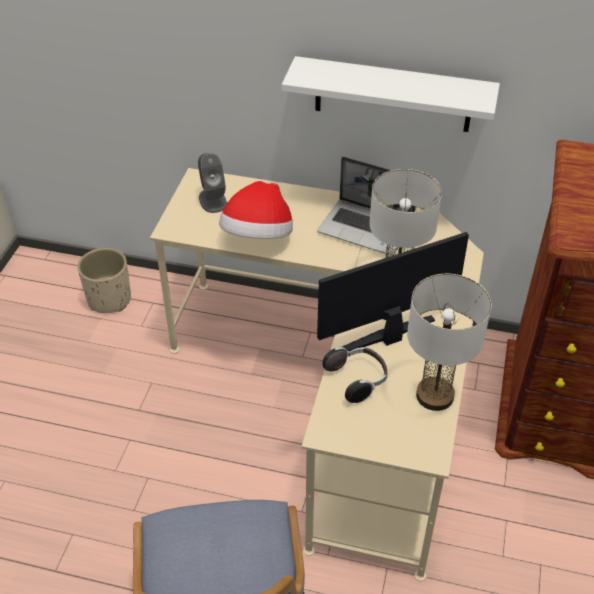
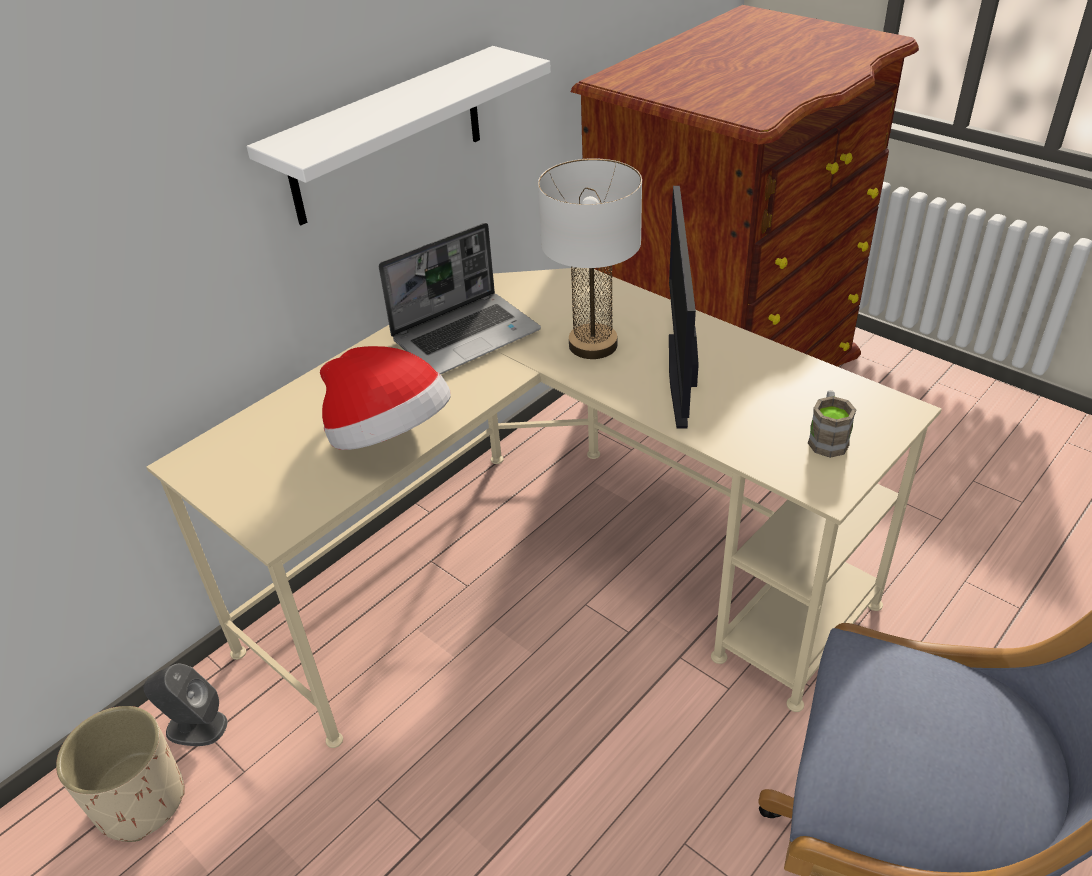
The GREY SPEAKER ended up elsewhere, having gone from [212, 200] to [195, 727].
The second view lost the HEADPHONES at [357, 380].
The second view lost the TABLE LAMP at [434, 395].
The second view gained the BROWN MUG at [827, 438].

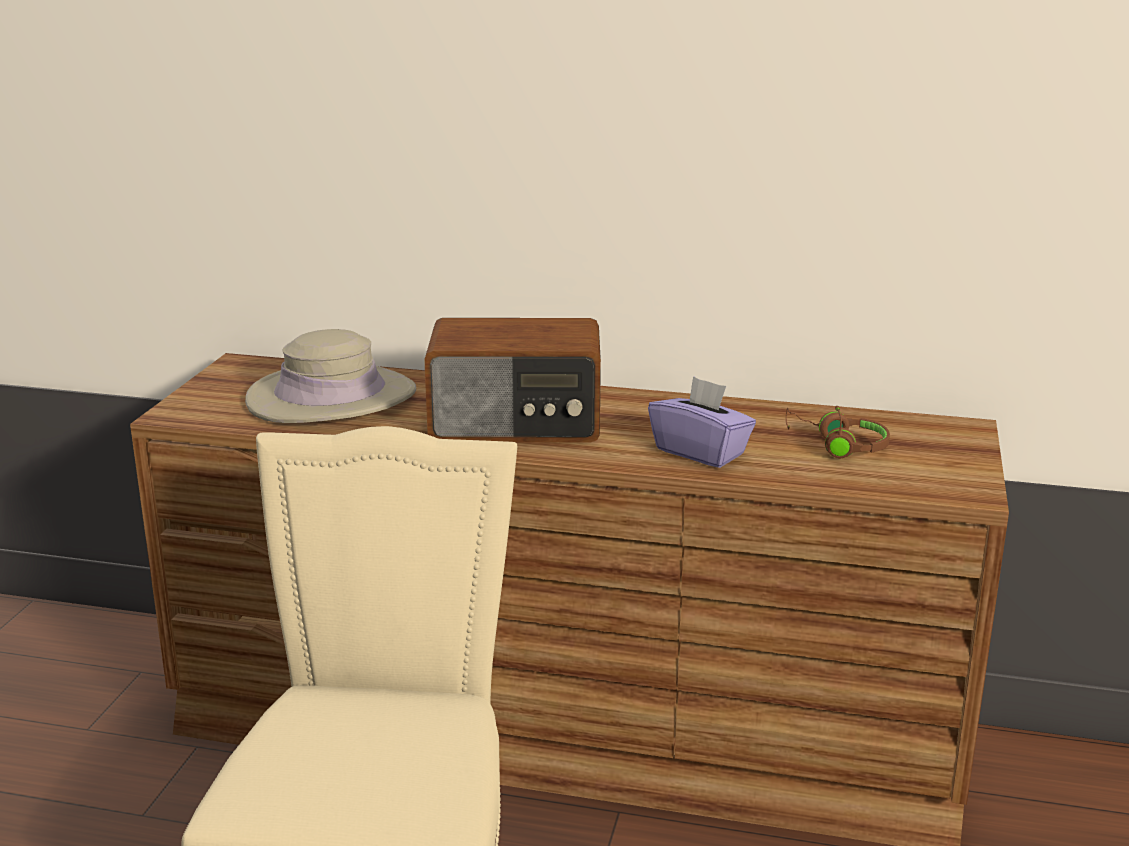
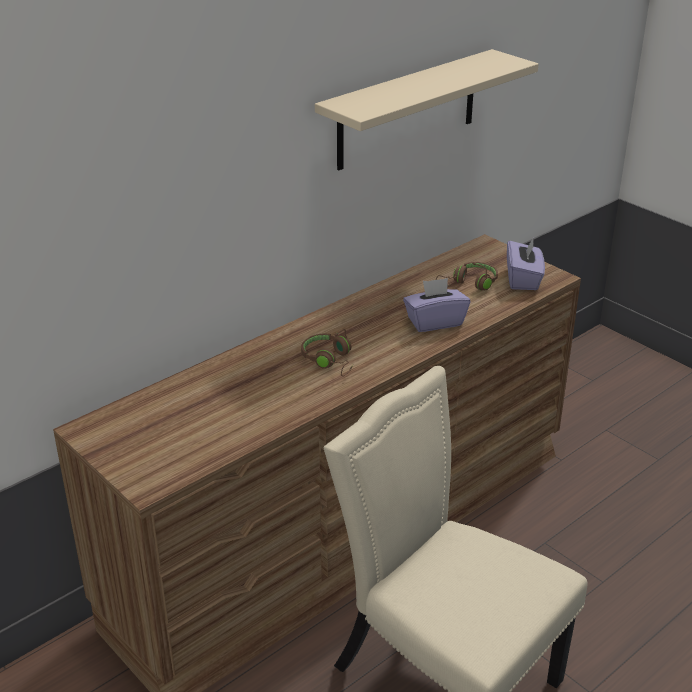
The second view lost the BEIGE HAT at [331, 397].
Where the RADIO stood at [516, 423], the BROWN HEADPHONES came to stand at [330, 361].
The second view gained the BEIGE SHELF at [407, 110].
The second view gained the PURPLE TISSUE BOX at [523, 279].

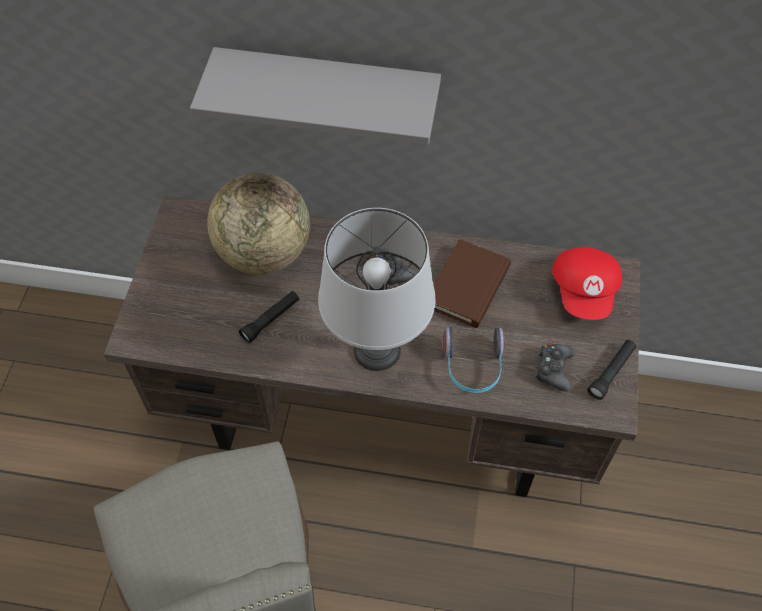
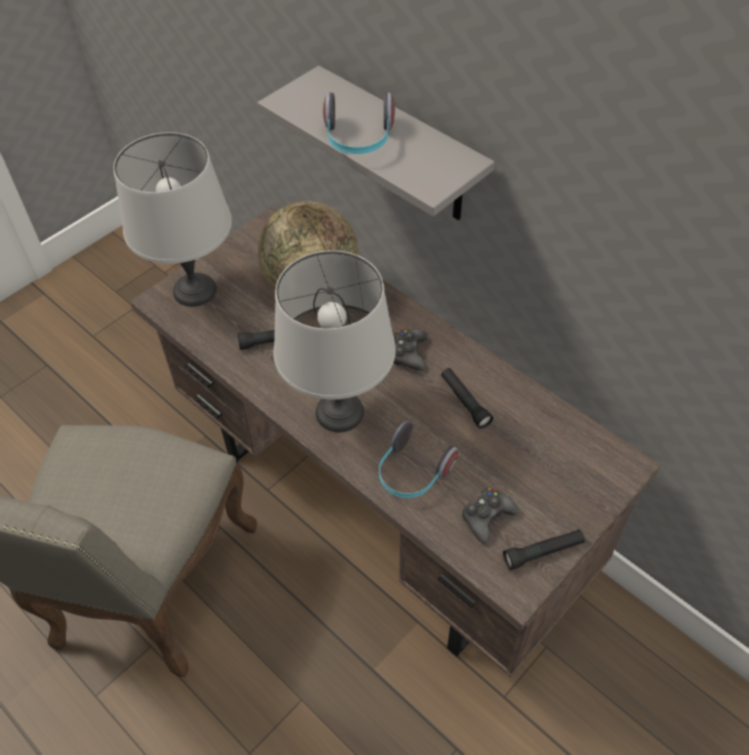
Where the BROWN BOOK stood at [468, 286], the BLACK FLASHLIGHT came to stand at [465, 402].
The second view lost the RED CAP at [584, 291].
The second view gained the GREY TABLE LAMP at [196, 290].
The second view gained the HEADPHONES at [358, 140].

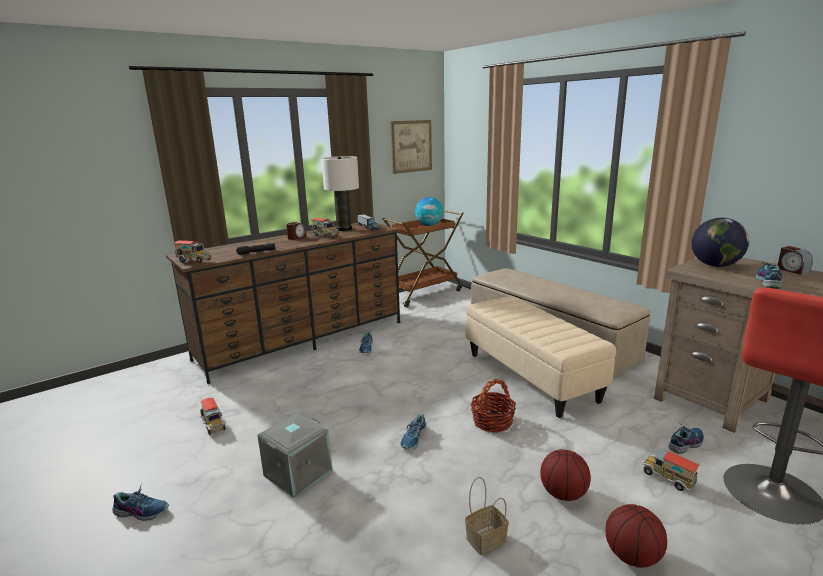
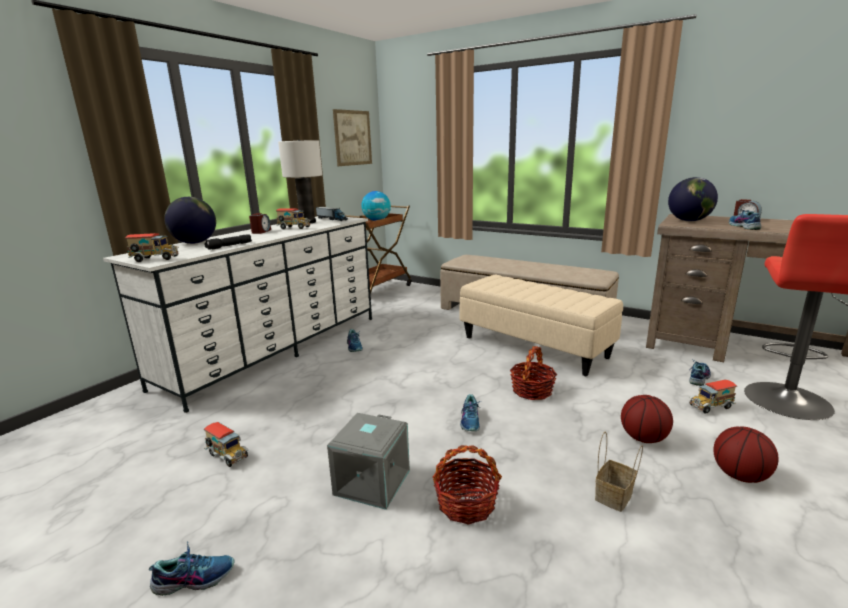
What was the BROWN DRESSER at [303, 340] turned into the WHITE DRESSER at [275, 349].
The TOY TRUCK at [668, 479] ended up facing another way, 45 degrees counterclockwise from before.
The second view gained the GLOBE at [195, 243].
The second view gained the BASKET at [466, 503].

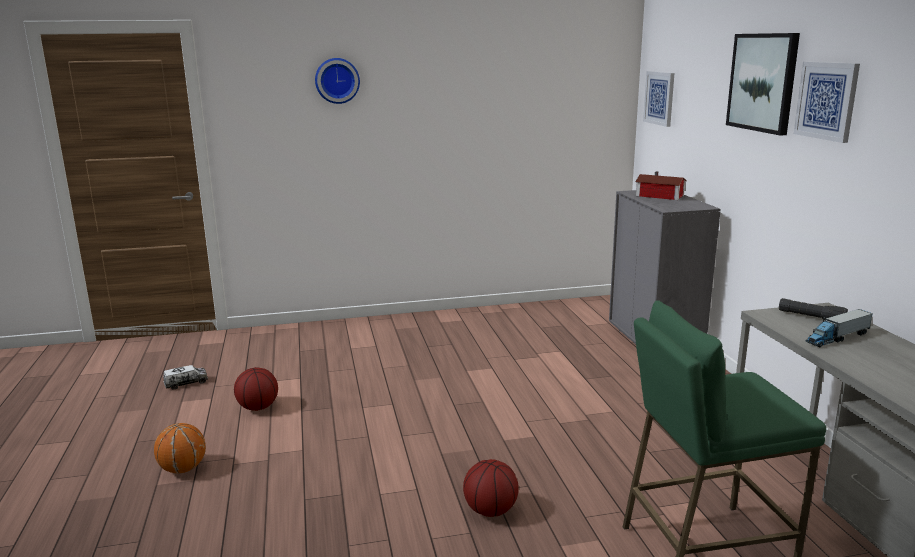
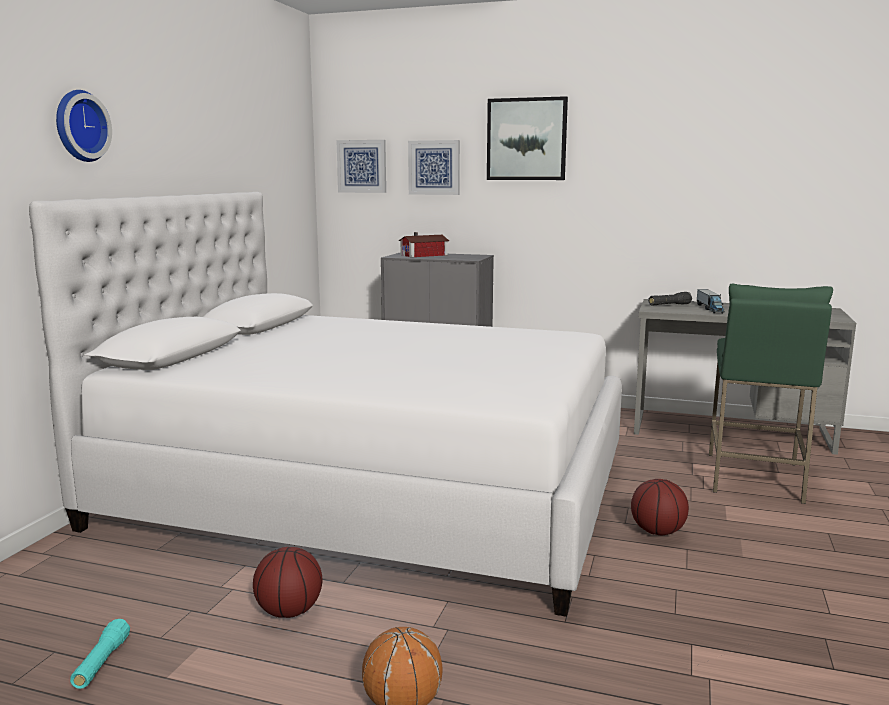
Where the TOY TRUCK stood at [186, 383], the TURQUOISE FLASHLIGHT came to stand at [101, 663].
The PICTURE ended up elsewhere, having gone from [827, 100] to [434, 167].
The second view gained the WHITE BED at [372, 489].

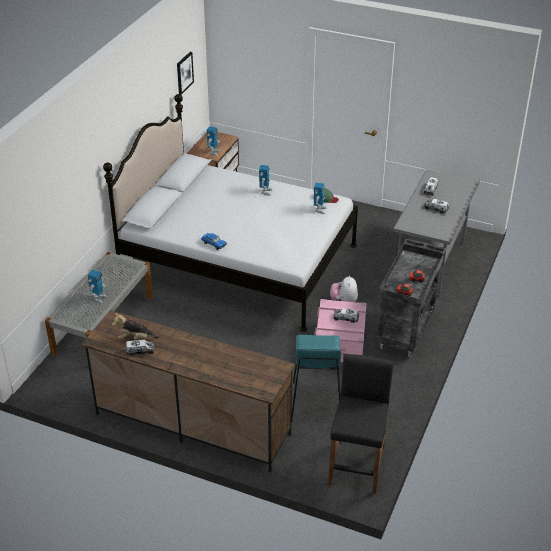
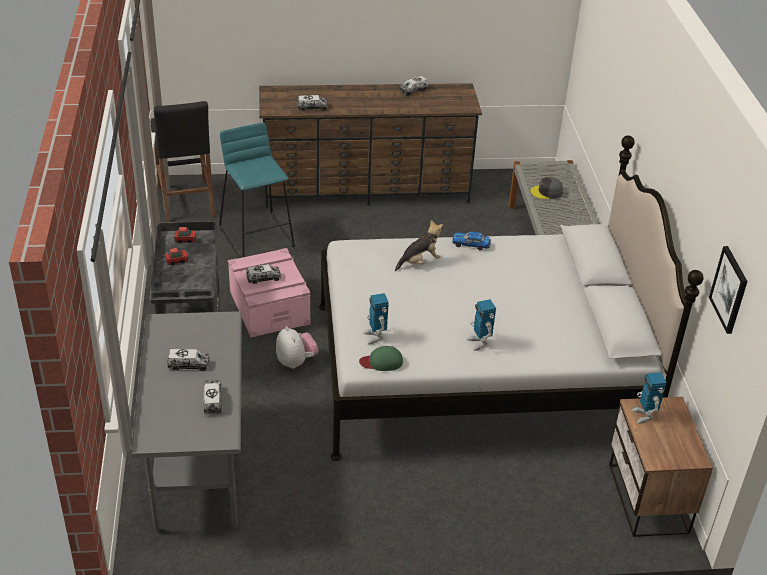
Where the TOY ROBOT stood at [99, 298], the GREY CAP came to stand at [546, 192].
The PLUSH TOY ended up elsewhere, having gone from [135, 338] to [419, 262].
The second view gained the TOY TRUCK at [312, 108].

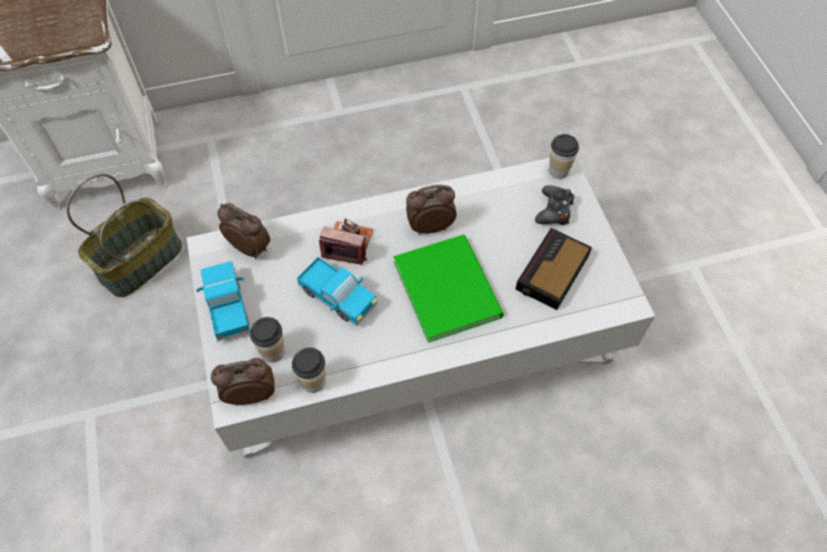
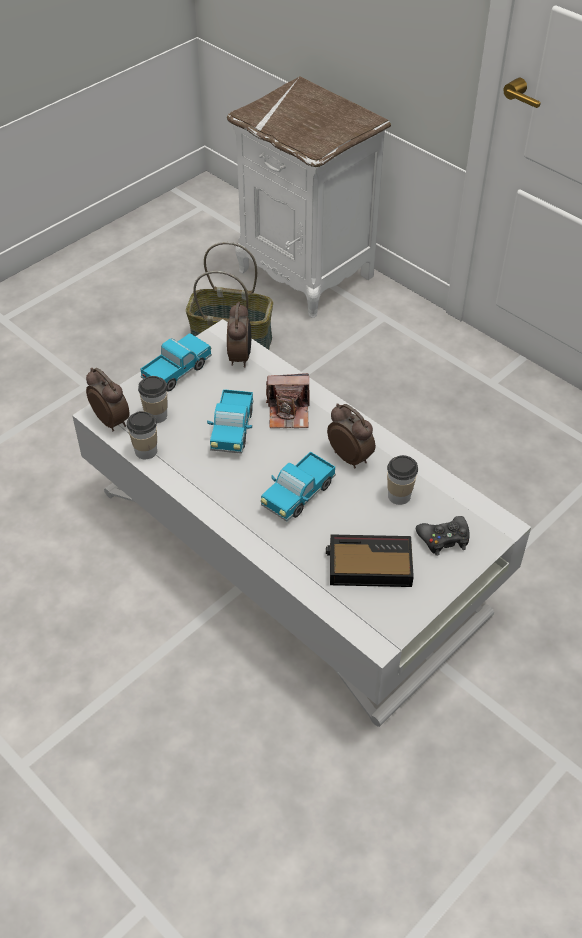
The PHOTO CAMERA at [348, 244] ended up facing another way, 105 degrees clockwise from before.
Where the GREEN BOOK stood at [448, 285], the TOY TRUCK came to stand at [298, 496].
The CUP ended up elsewhere, having gone from [558, 170] to [399, 496].

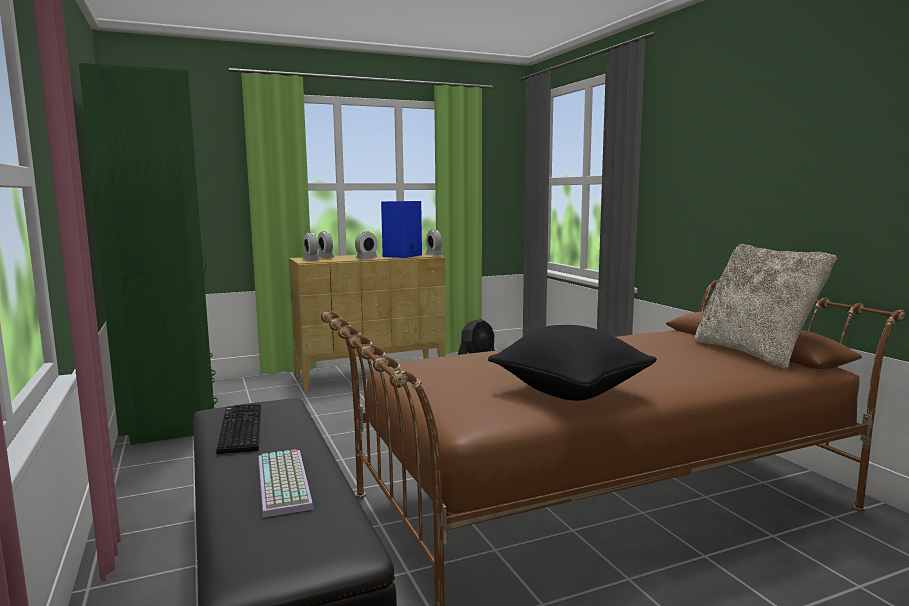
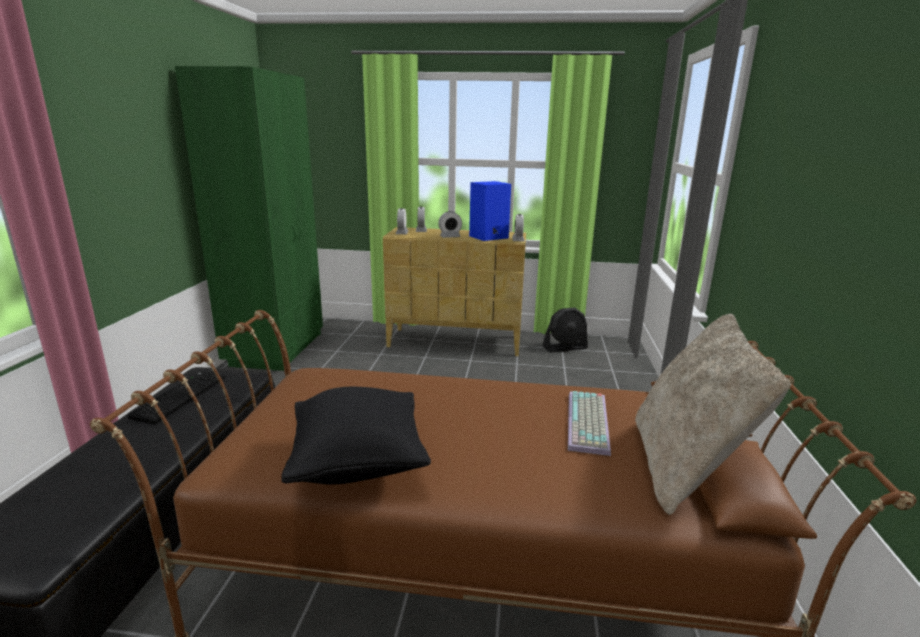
The KEYBOARD ended up elsewhere, having gone from [286, 483] to [589, 423].

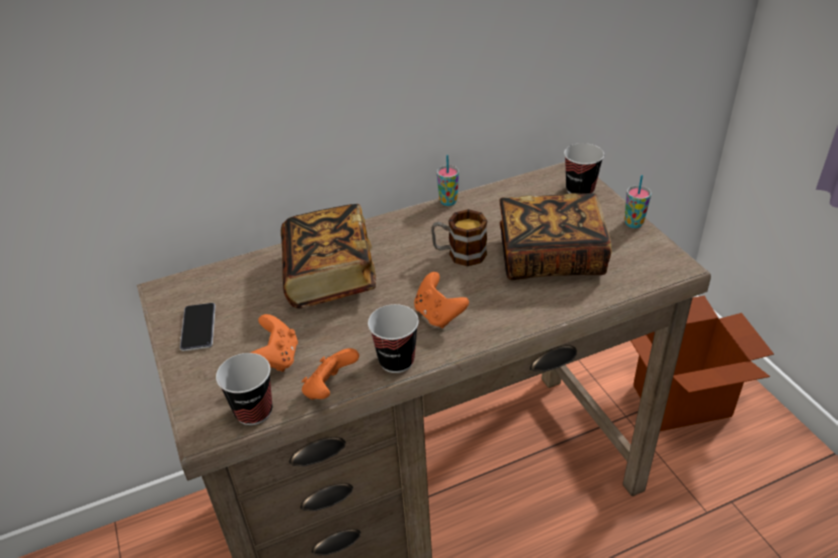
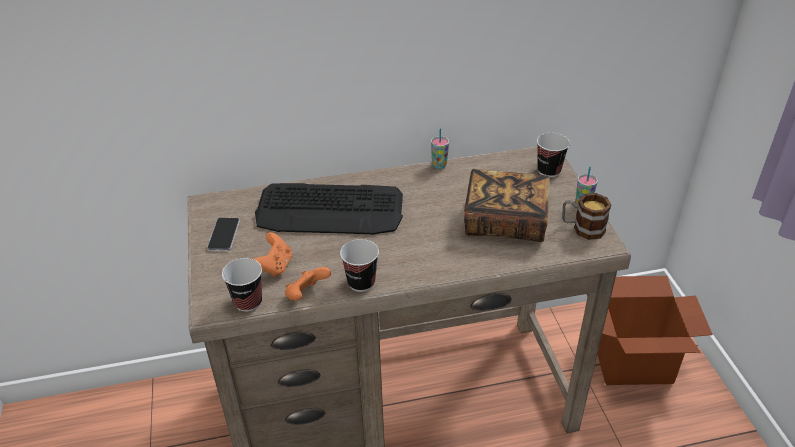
Where the BOOK stood at [330, 275], the KEYBOARD came to stand at [330, 210].
The second view lost the ORANGE GAME CONTROLLER at [438, 315].
The MUG ended up elsewhere, having gone from [459, 254] to [582, 228].

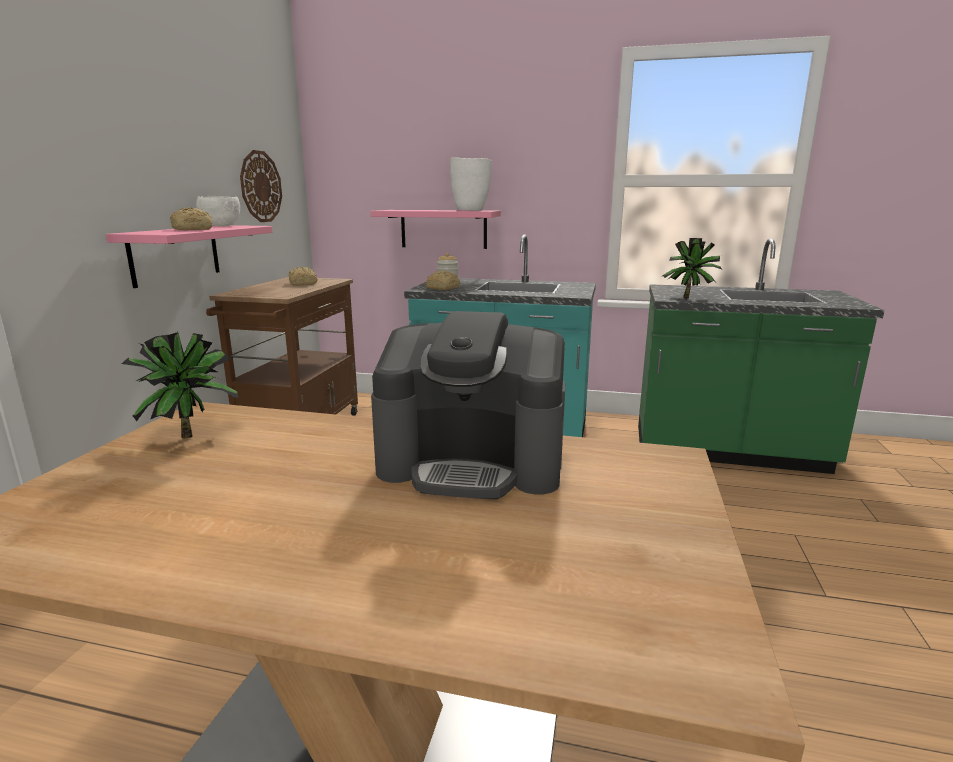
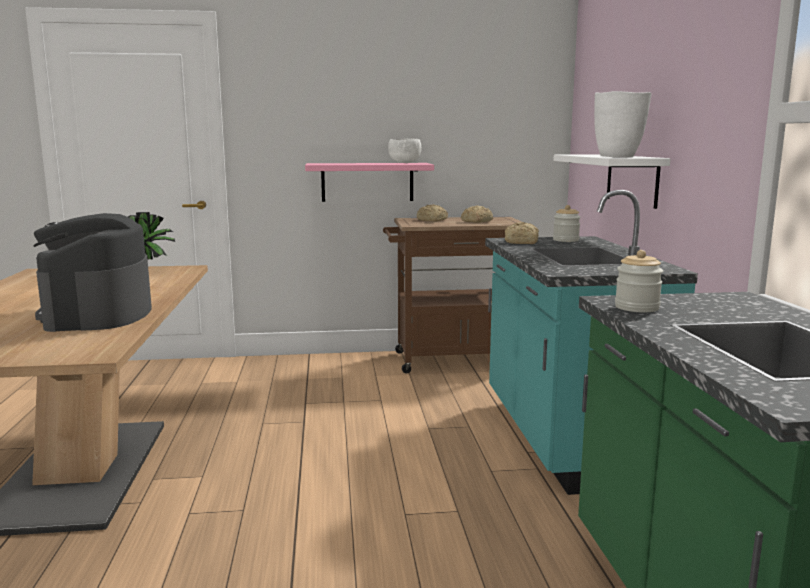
The BREAD ended up elsewhere, having gone from [193, 229] to [432, 220].
The second view lost the WALL CLOCK at [260, 186].
What was the PINK SHELF at [443, 229] turned into the WHITE SHELF at [632, 179].
Where the POTTED PLANT stood at [690, 298], the JAR came to stand at [637, 307].

